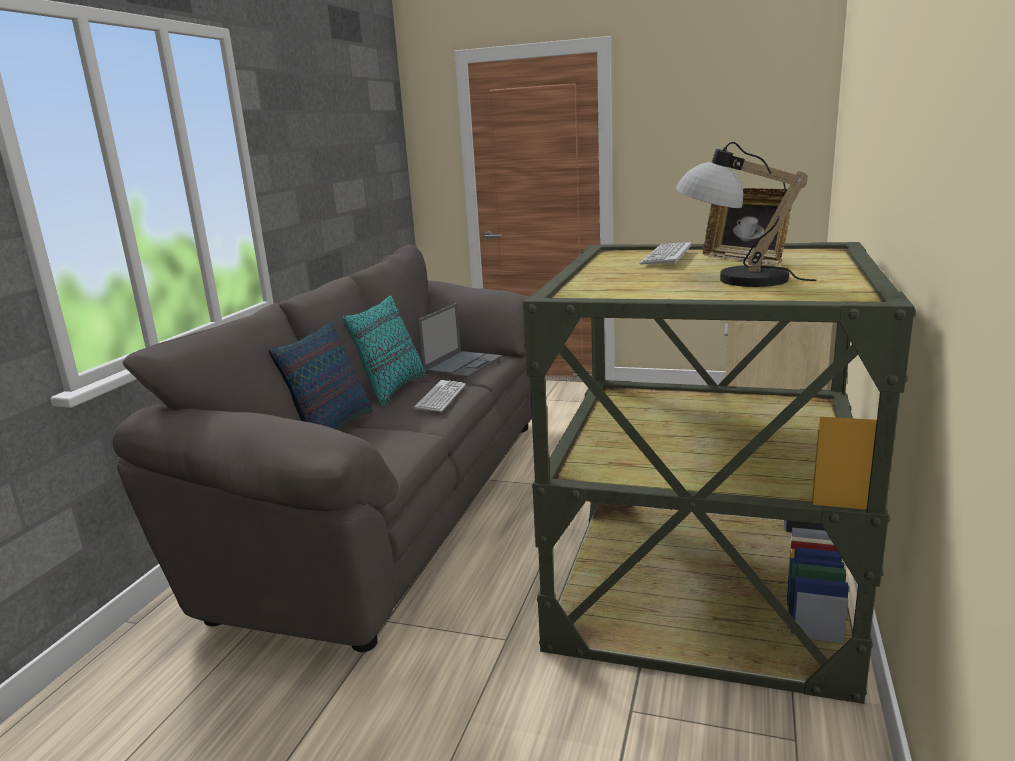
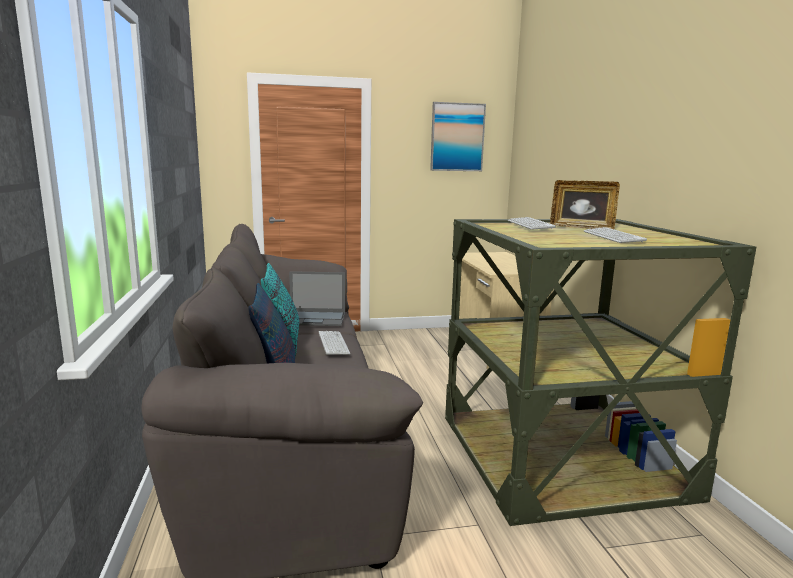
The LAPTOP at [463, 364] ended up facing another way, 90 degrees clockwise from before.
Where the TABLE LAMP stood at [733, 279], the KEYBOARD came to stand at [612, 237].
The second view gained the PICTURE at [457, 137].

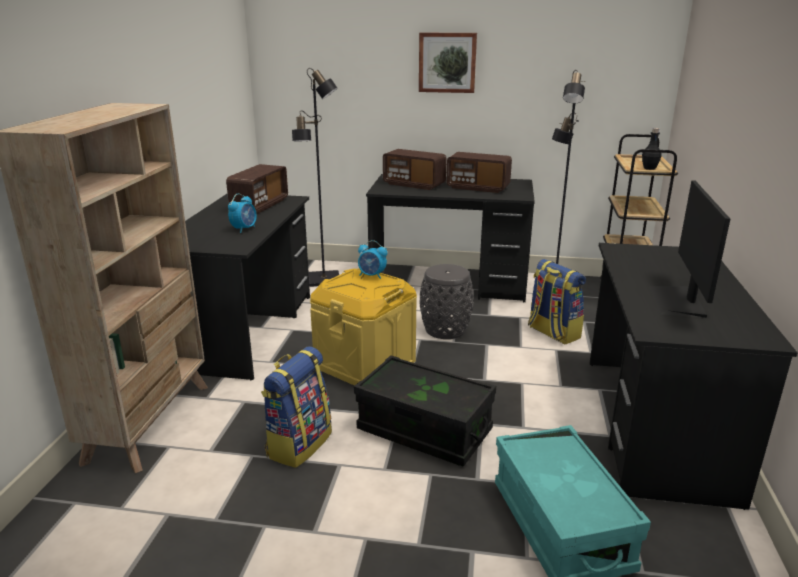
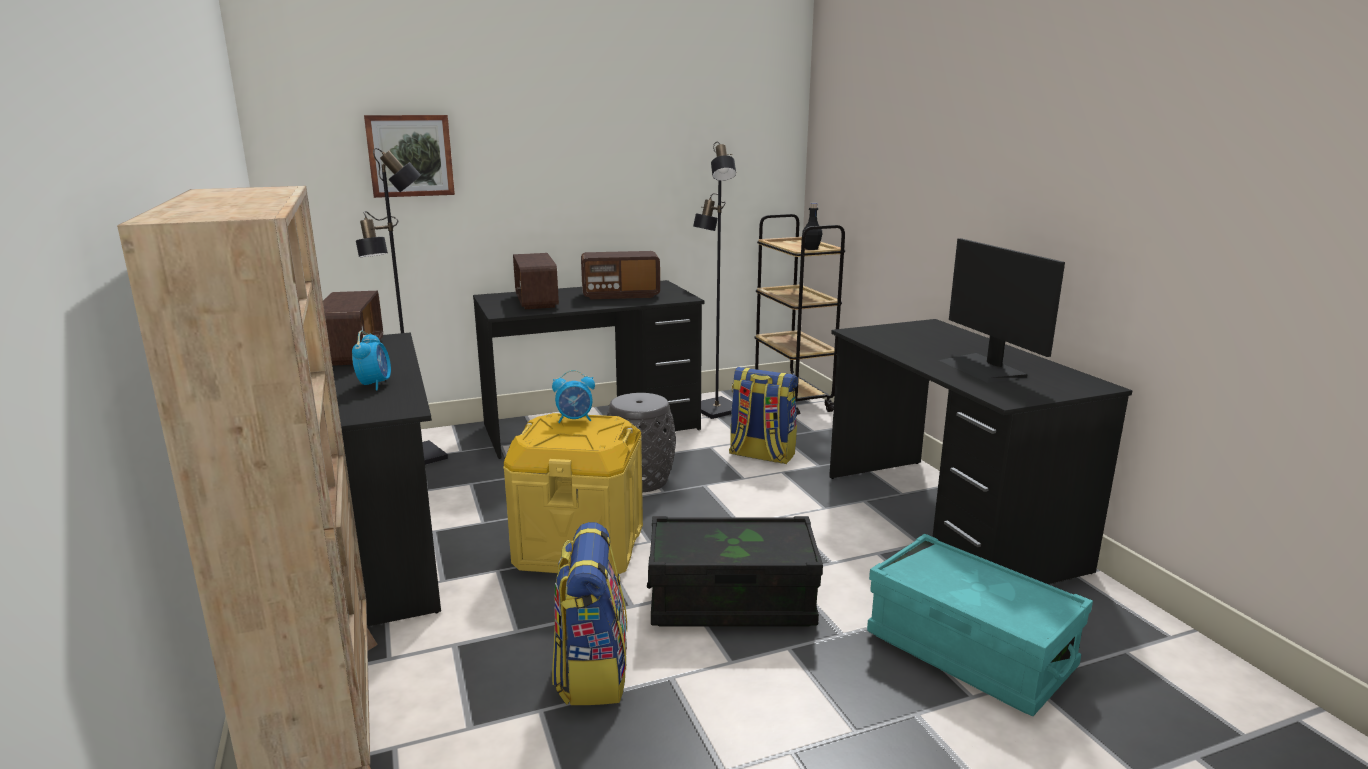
The RADIO at [414, 184] ended up facing another way, 75 degrees clockwise from before.
The PICTURE ended up elsewhere, having gone from [447, 62] to [410, 155].

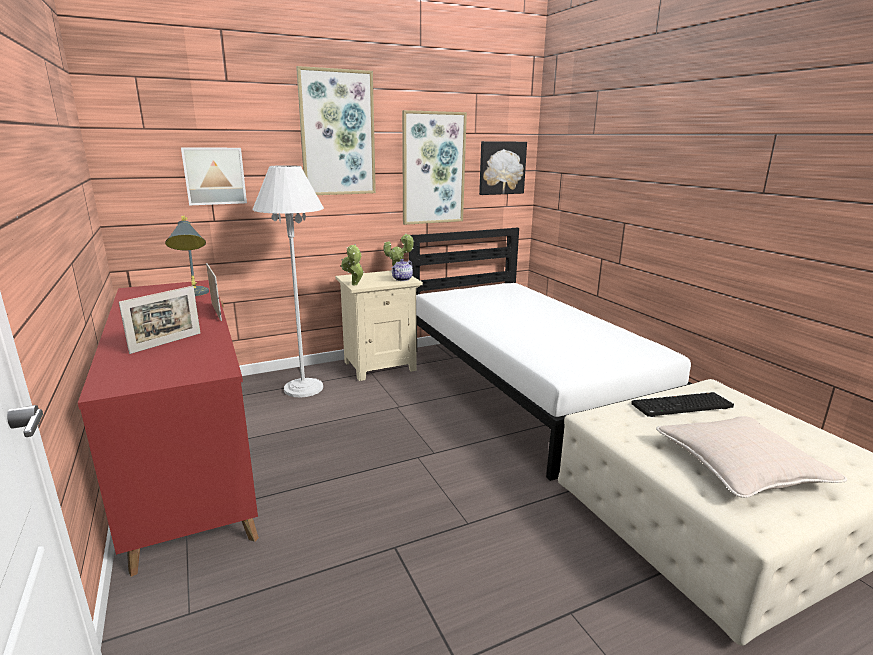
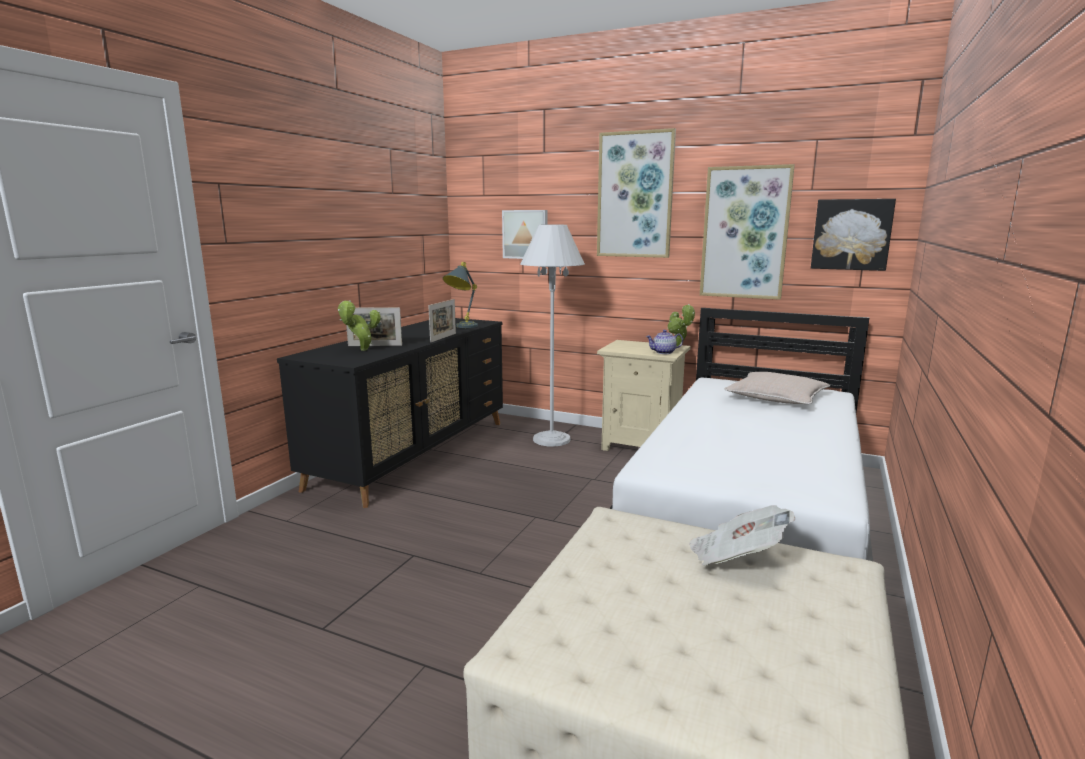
What was the RED DRESSER at [190, 460] turned into the BLACK DRESSER at [413, 453].
The POTTED PLANT ended up elsewhere, having gone from [354, 285] to [361, 350].
Where the KEYBOARD stood at [681, 407], the NEWSPAPER came to stand at [736, 557].
The BEIGE PILLOW ended up elsewhere, having gone from [741, 464] to [776, 397].

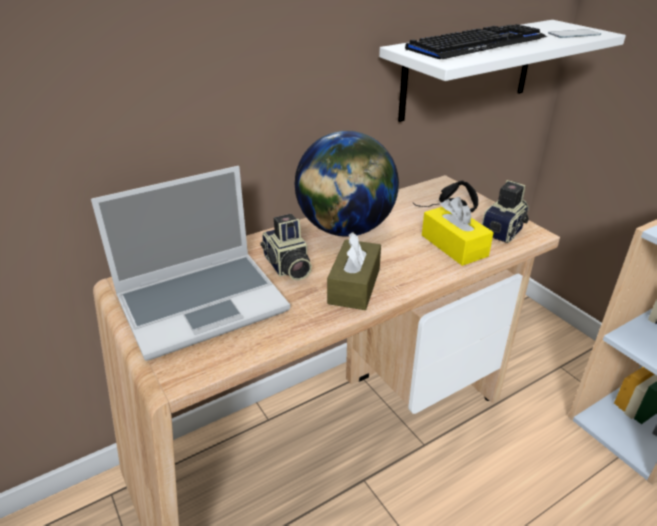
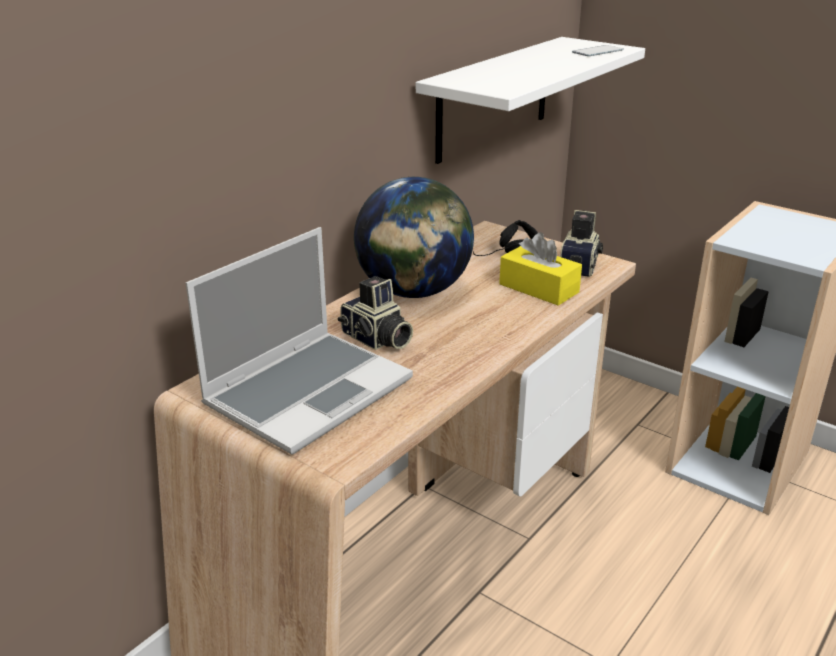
The second view lost the BROWN TISSUE BOX at [354, 286].
The second view lost the KEYBOARD at [477, 44].

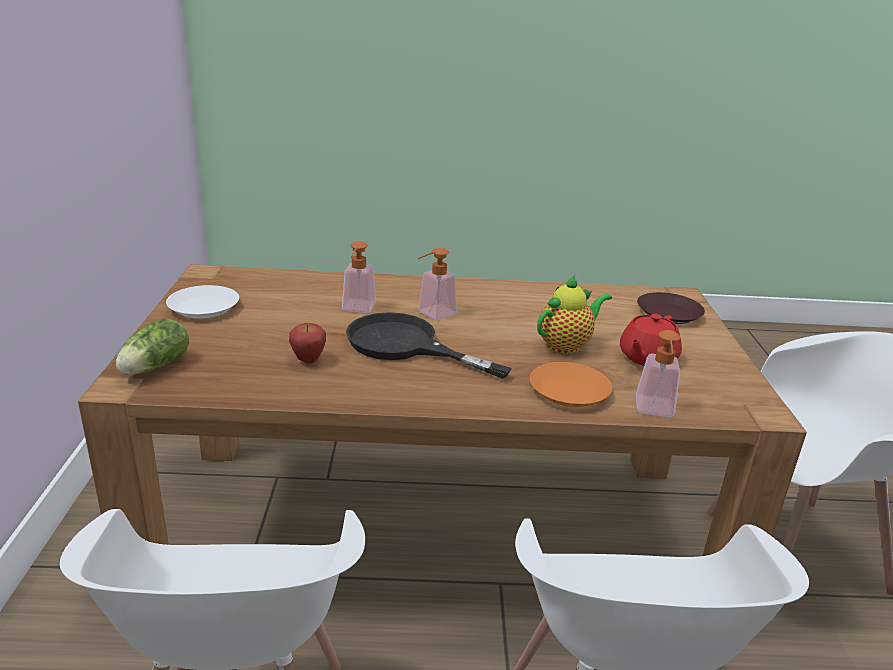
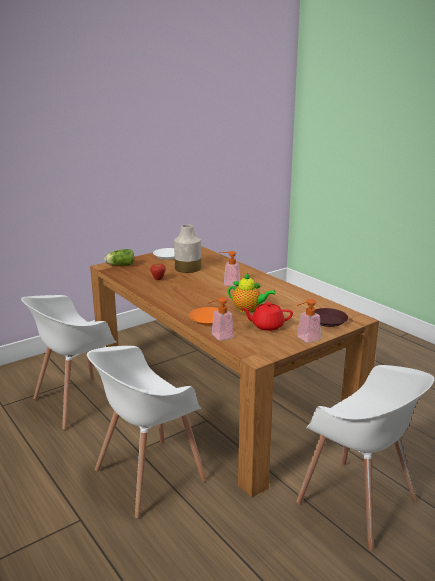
The SOAP DISPENSER ended up elsewhere, having gone from [357, 310] to [305, 339].
The second view lost the BLACK FRYING PAN at [405, 345].
The second view gained the BEIGE VASE at [188, 268].

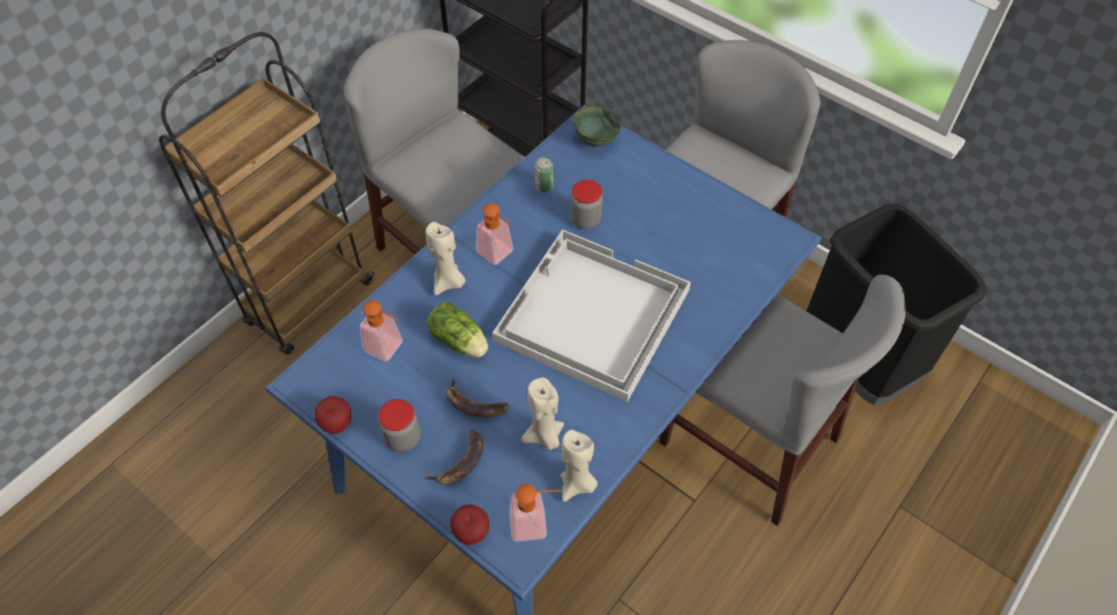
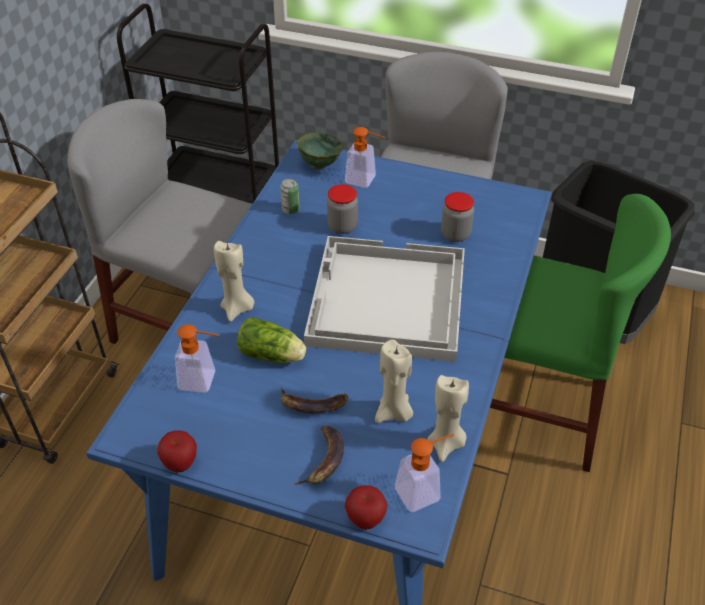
The JAR ended up elsewhere, having gone from [403, 438] to [455, 234].
The SOAP DISPENSER ended up elsewhere, having gone from [499, 255] to [365, 181].
What was the GREY CHAIR at [748, 440] turned into the GREEN CHAIR at [530, 408].

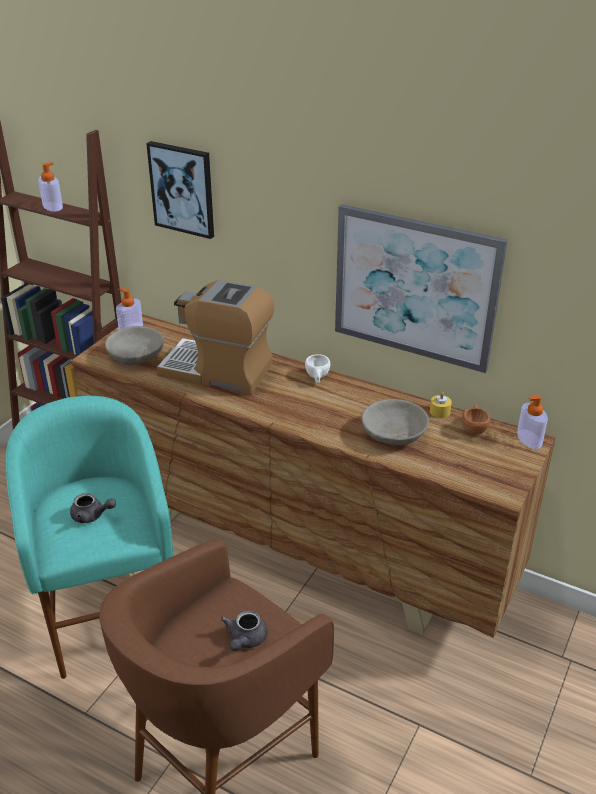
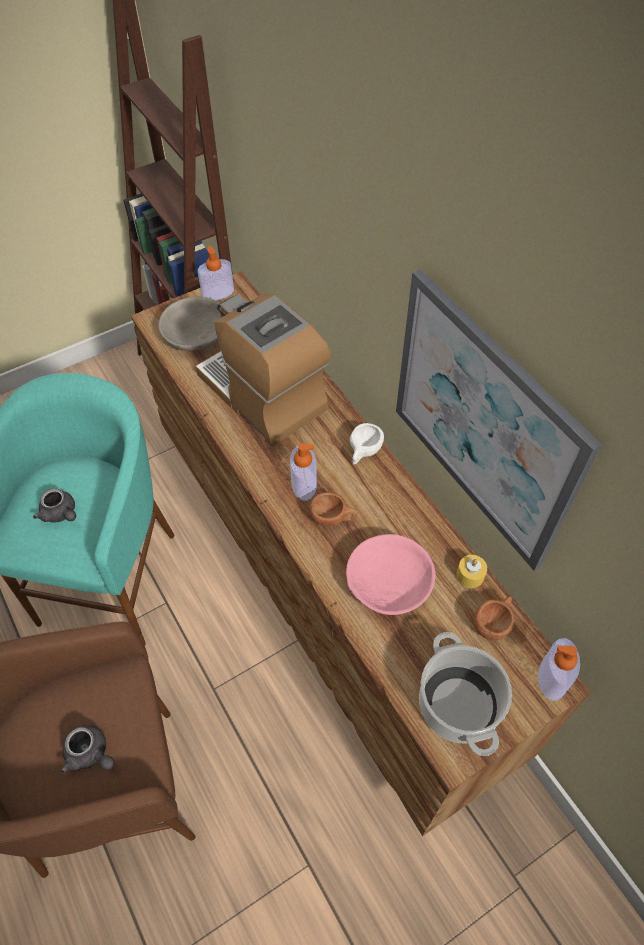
The SOAP DISPENSER ended up elsewhere, having gone from [52, 207] to [304, 484].
The second view lost the PICTURE at [182, 189].
The GREY TEAPOT at [245, 640] ended up facing another way, 105 degrees counterclockwise from before.
What was the GREY BOWL at [394, 434] turned into the PINK BOWL at [389, 584].
The second view gained the BROWN CUP at [333, 519].
The second view gained the COOKING POT at [459, 705].

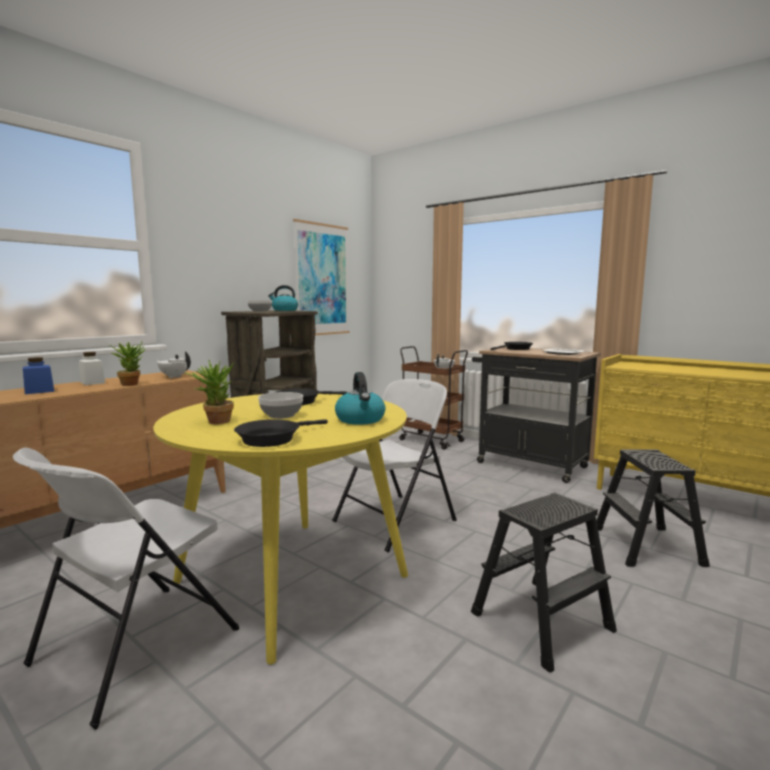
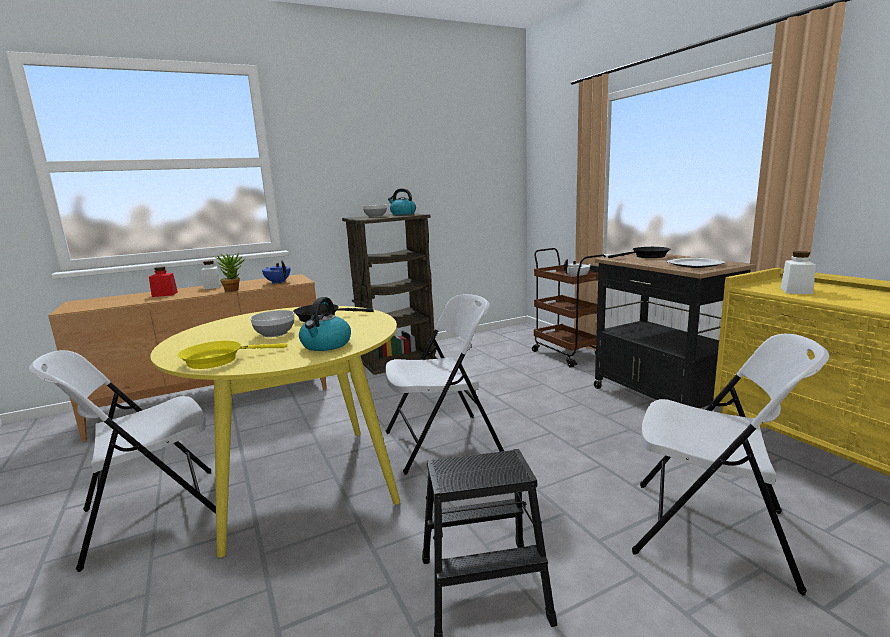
What was the BLUE JAR at [39, 391] turned into the RED JAR at [165, 294].
What was the WHITE TEAPOT at [174, 377] turned into the BLUE TEAPOT at [278, 282].
The second view lost the POTTED PLANT at [214, 422].
What was the BLACK FRYING PAN at [272, 438] turned into the YELLOW FRYING PAN at [218, 360].
The second view lost the PICTURE at [322, 280].
Where the BLACK STEP LADDER stood at [647, 546], the WHITE CHAIR came to stand at [710, 531].
The second view gained the WHITE JAR at [796, 291].

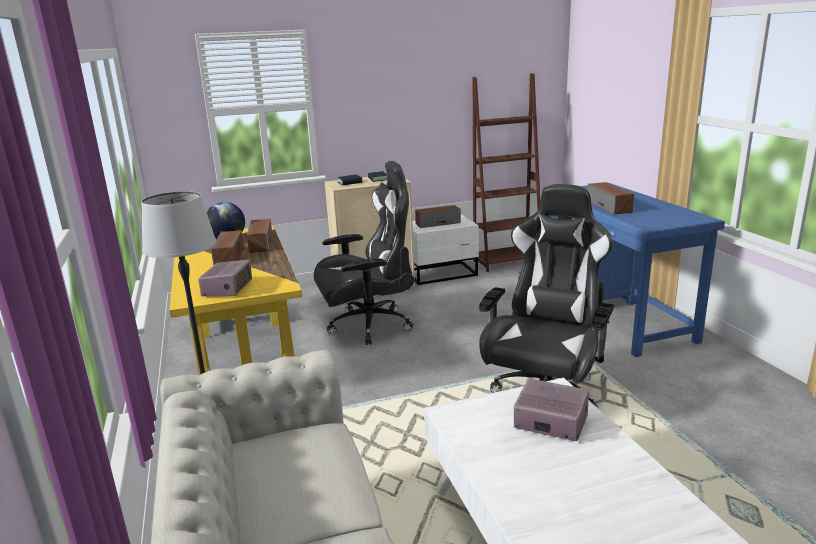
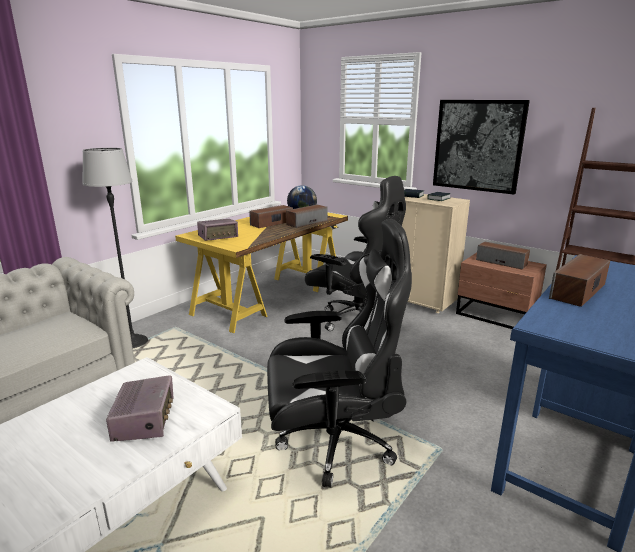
What was the WHITE NIGHTSTAND at [442, 274] turned into the BROWN NIGHTSTAND at [496, 316].
The second view gained the PICTURE at [478, 145].

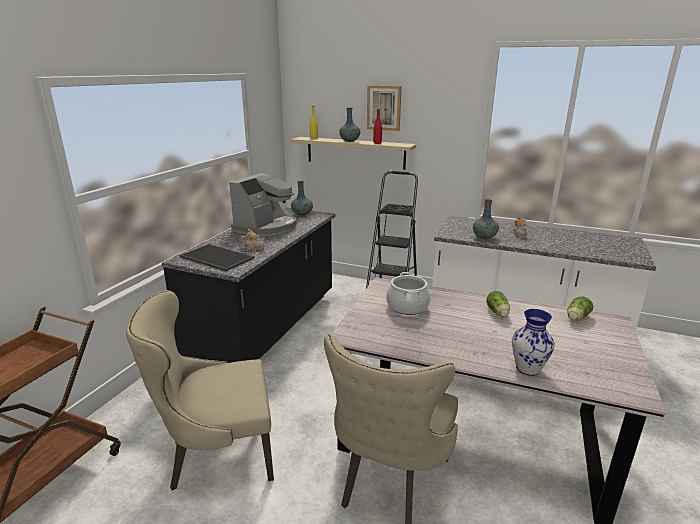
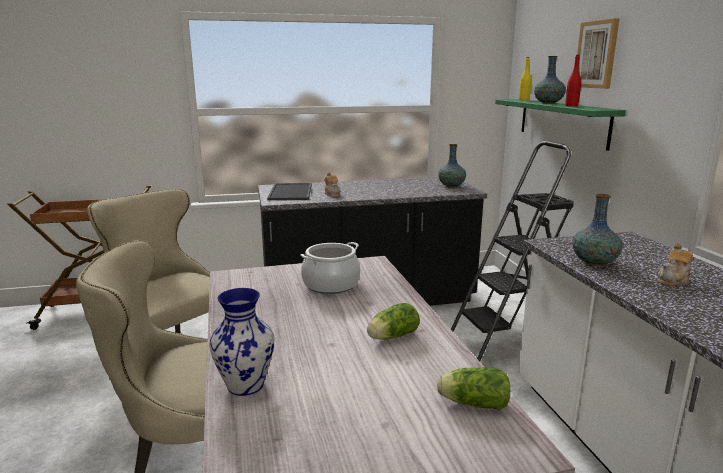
The second view lost the COFFEE MACHINE at [266, 227].
What was the BEIGE SHELF at [355, 152] turned into the GREEN SHELF at [562, 122].

